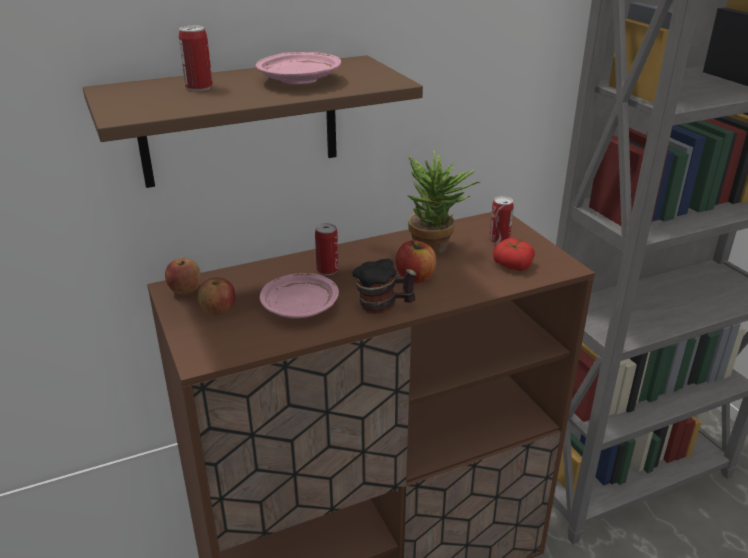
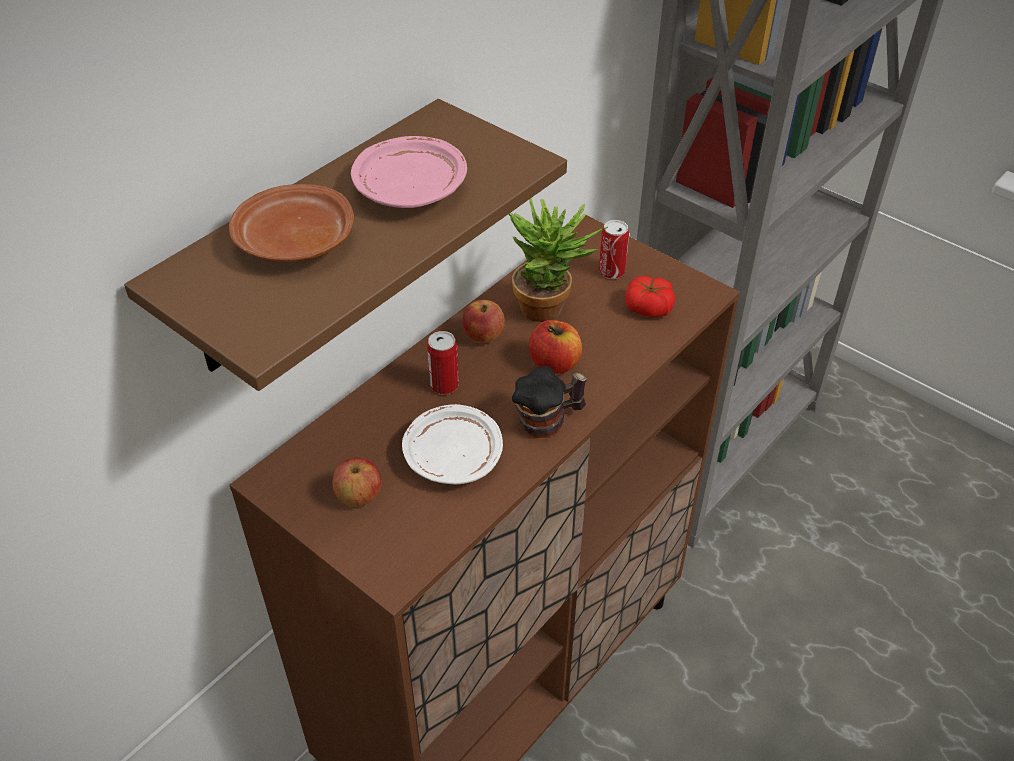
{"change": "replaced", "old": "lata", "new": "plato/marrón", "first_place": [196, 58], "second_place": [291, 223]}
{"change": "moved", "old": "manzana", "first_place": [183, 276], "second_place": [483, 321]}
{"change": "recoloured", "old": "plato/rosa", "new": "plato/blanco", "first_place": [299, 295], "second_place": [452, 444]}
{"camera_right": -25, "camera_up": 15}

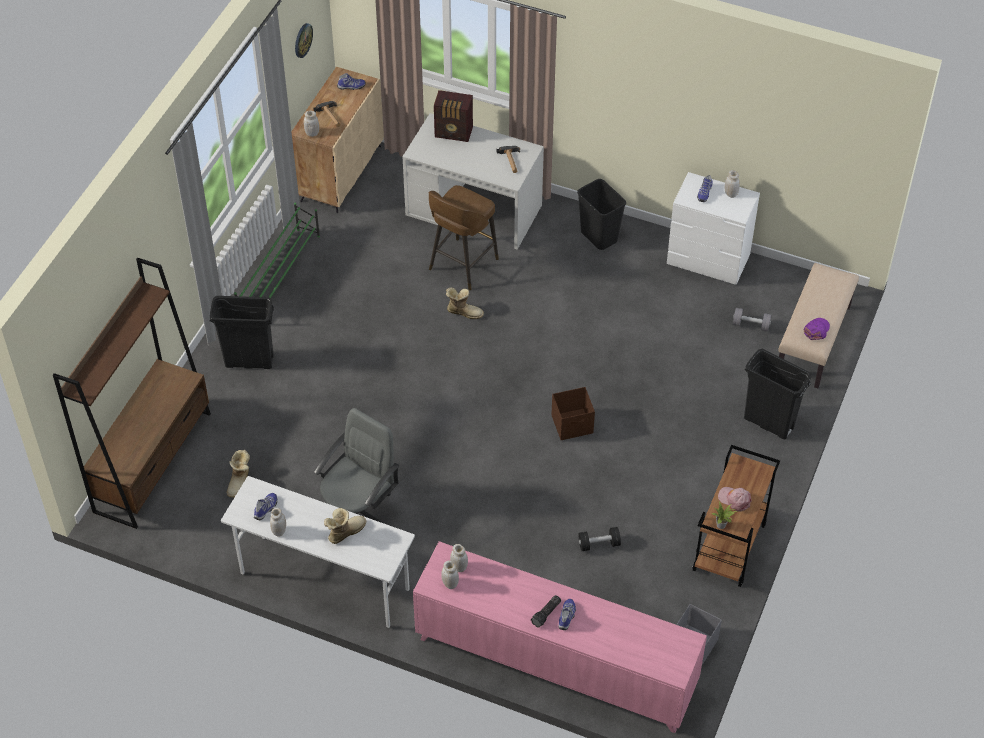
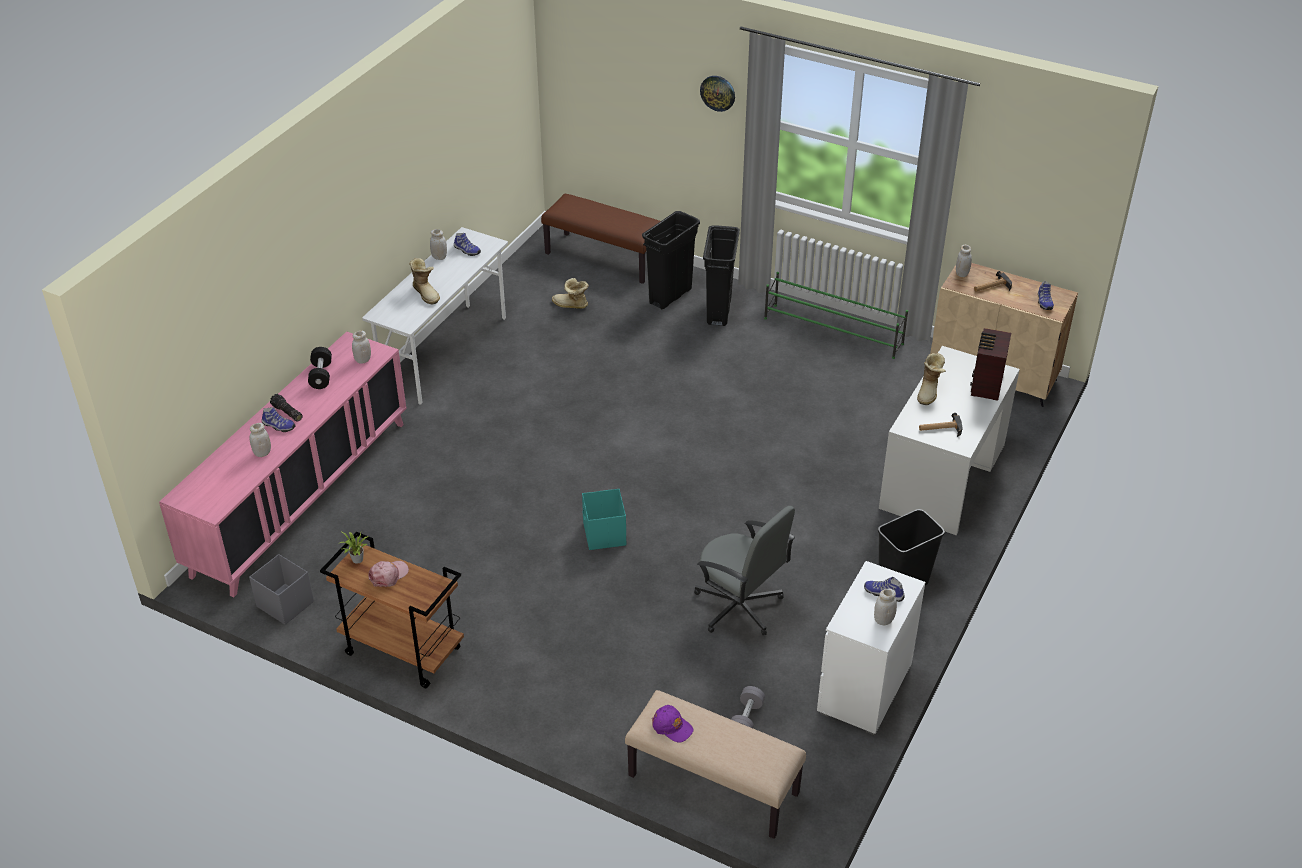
{"change": "moved", "old": "reloj de pared", "first_place": [304, 40], "second_place": [717, 94]}
{"change": "removed", "old": "taburete/marrón", "first_place": [464, 237]}
{"change": "replaced", "old": "estantería/marrón", "new": "banco/marrón", "first_place": [132, 393], "second_place": [600, 239]}
{"change": "moved", "old": "bota", "first_place": [465, 303], "second_place": [931, 379]}
{"change": "moved", "old": "papelera/negro", "first_place": [778, 394], "second_place": [671, 260]}
{"change": "recoloured", "old": "caja de almacenaje/marrón", "new": "caja de almacenaje/turquesa", "first_place": [573, 413], "second_place": [604, 519]}
{"change": "moved", "old": "silla de oficina/gris", "first_place": [356, 466], "second_place": [744, 570]}
{"change": "moved", "old": "mancuerna/negro", "first_place": [600, 539], "second_place": [320, 368]}
{"change": "moved", "old": "tarro/blanco", "first_place": [450, 575], "second_place": [260, 440]}
{"camera_right": 95, "camera_up": -10}

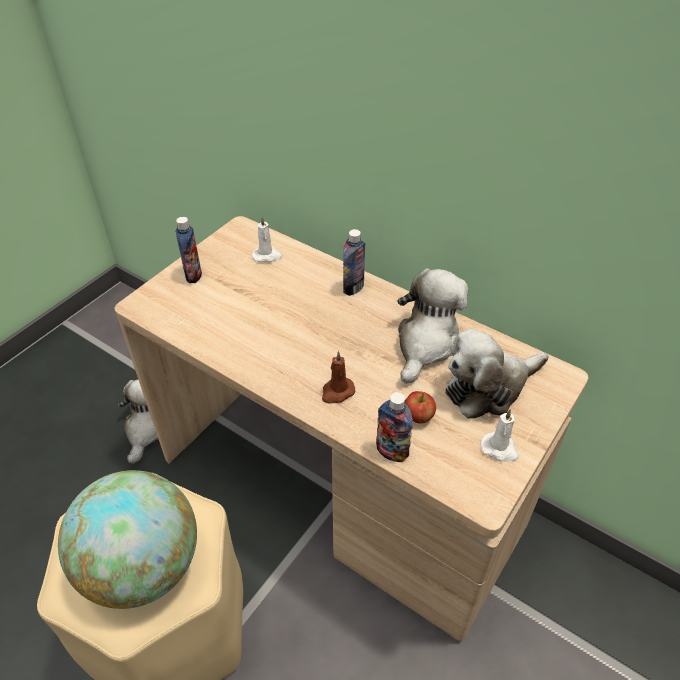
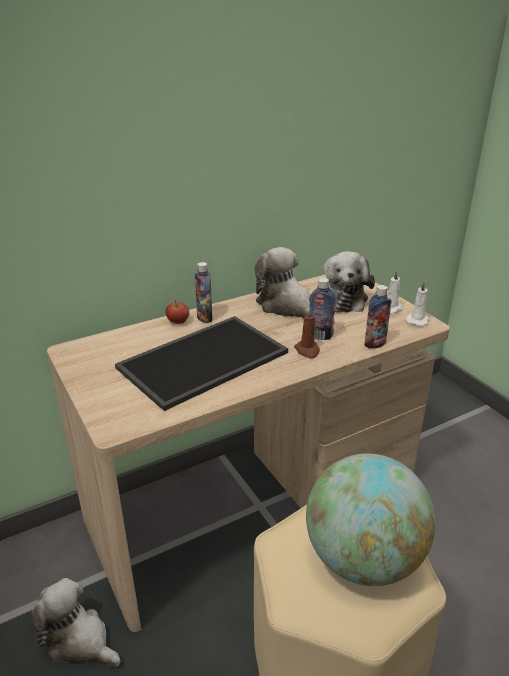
{"change": "moved", "old": "vela/blanco", "first_place": [267, 239], "second_place": [417, 304]}
{"change": "moved", "old": "botella", "first_place": [189, 250], "second_place": [322, 309]}
{"change": "moved", "old": "manzana", "first_place": [420, 407], "second_place": [177, 312]}
{"change": "added", "new": "bandeja", "second_place": [201, 363]}
{"camera_right": -65, "camera_up": -15}

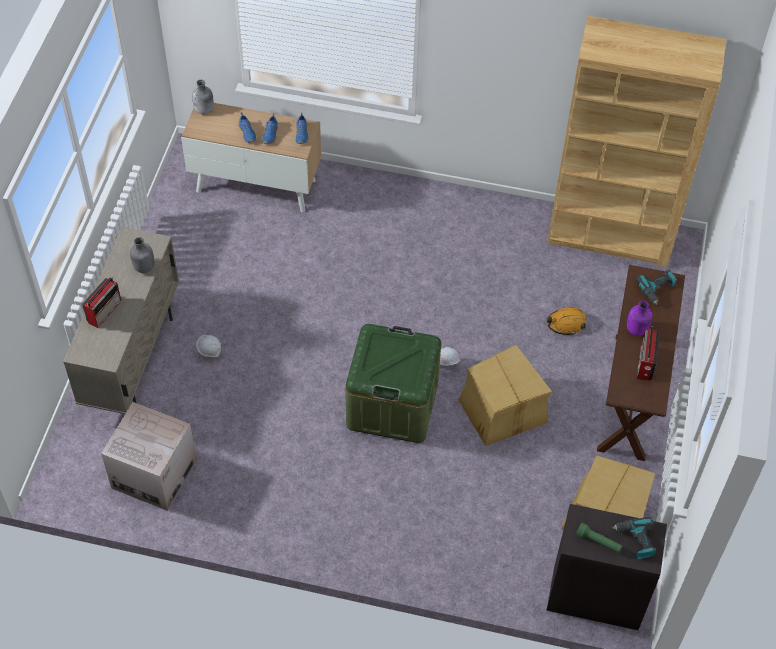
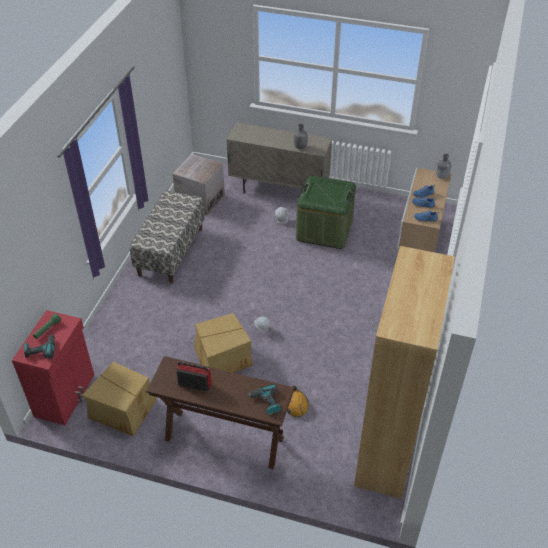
{"change": "removed", "old": "radio", "first_place": [101, 302]}
{"change": "removed", "old": "botella/morado", "first_place": [639, 318]}
{"change": "moved", "old": "caja de almacenaje/verde", "first_place": [393, 383], "second_place": [326, 212]}
{"change": "recoloured", "old": "armario/negro", "new": "armario/rojo", "first_place": [606, 567], "second_place": [53, 367]}
{"change": "added", "new": "banco", "second_place": [167, 237]}
{"camera_right": 95, "camera_up": -10}

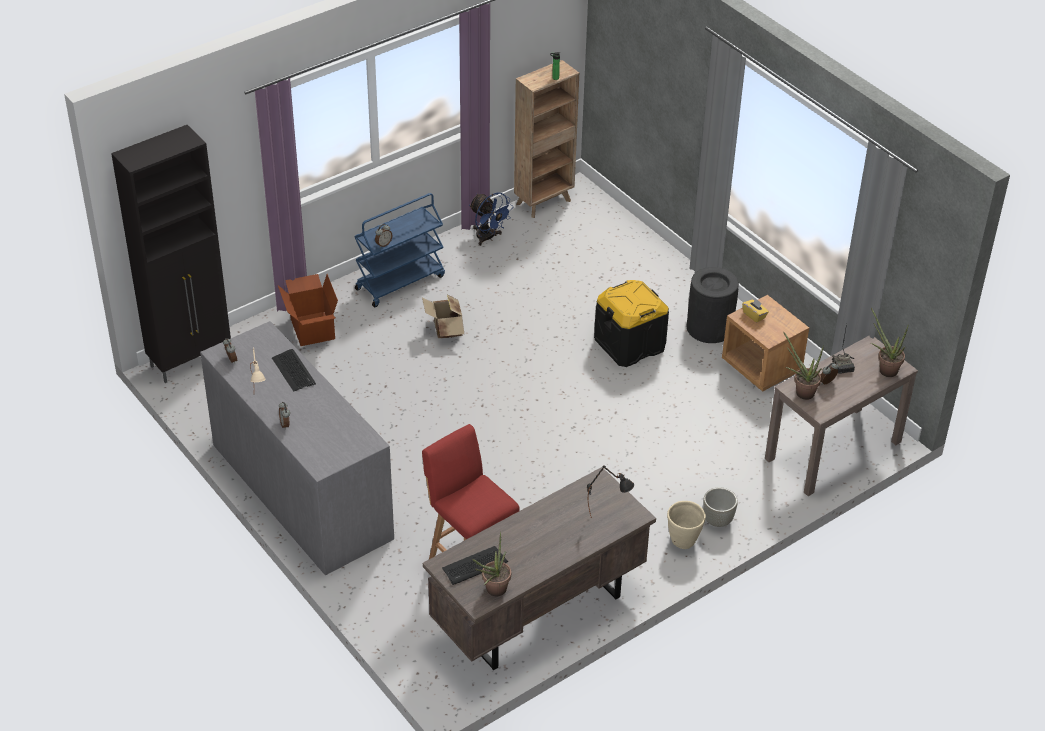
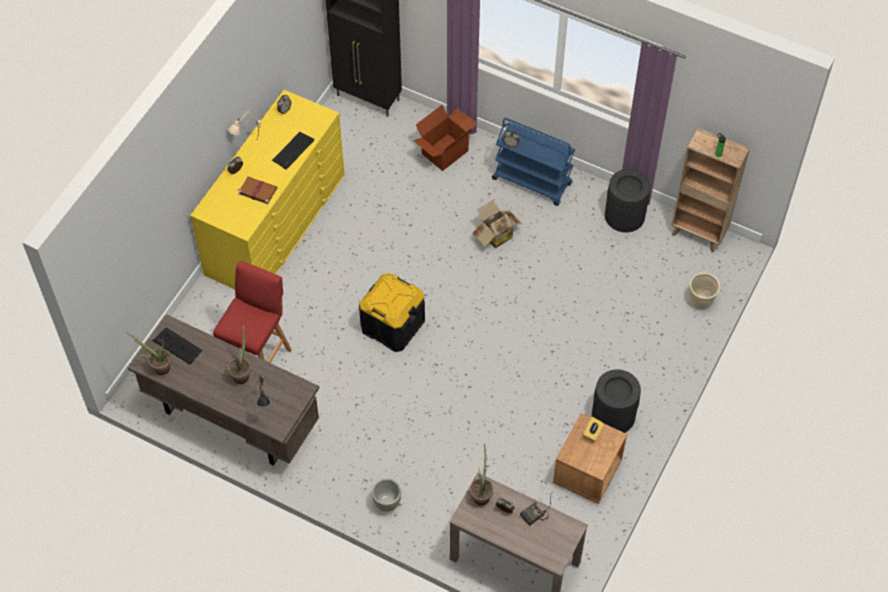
{"change": "replaced", "old": "ventilador/azul", "new": "papelera/negro", "first_place": [491, 219], "second_place": [627, 201]}
{"change": "moved", "old": "caja de almacenaje/negro", "first_place": [631, 323], "second_place": [392, 312]}
{"change": "moved", "old": "planta en maceta", "first_place": [890, 342], "second_place": [239, 353]}
{"change": "recoloured", "old": "cómoda/gris", "new": "cómoda/amarillo", "first_place": [297, 448], "second_place": [267, 189]}
{"change": "moved", "old": "maceta/beis", "first_place": [686, 525], "second_place": [705, 291]}
{"change": "added", "new": "libro/marrón", "second_place": [257, 191]}
{"camera_right": 65, "camera_up": 15}

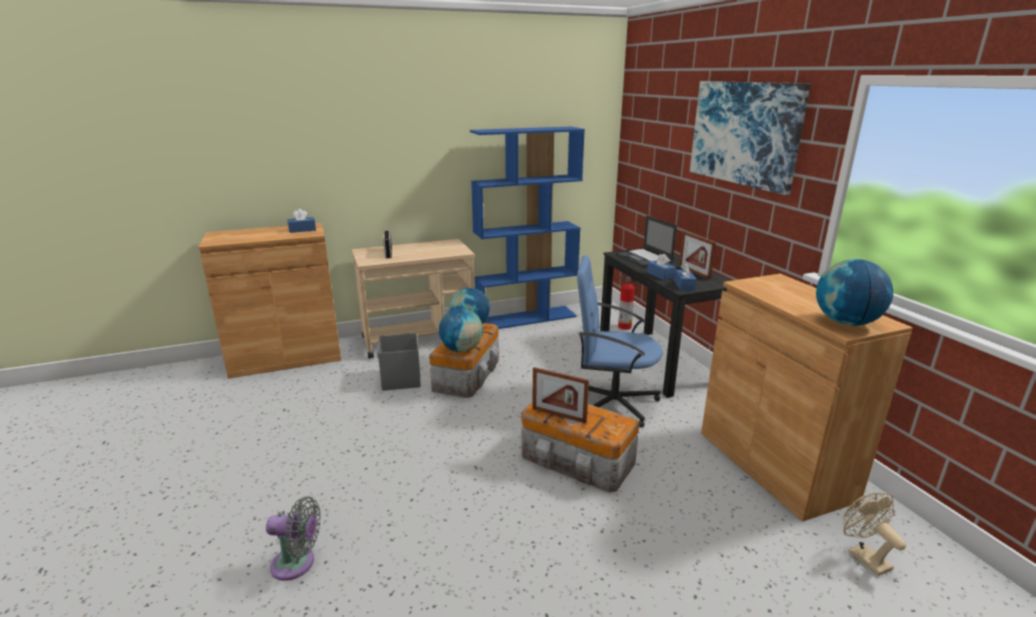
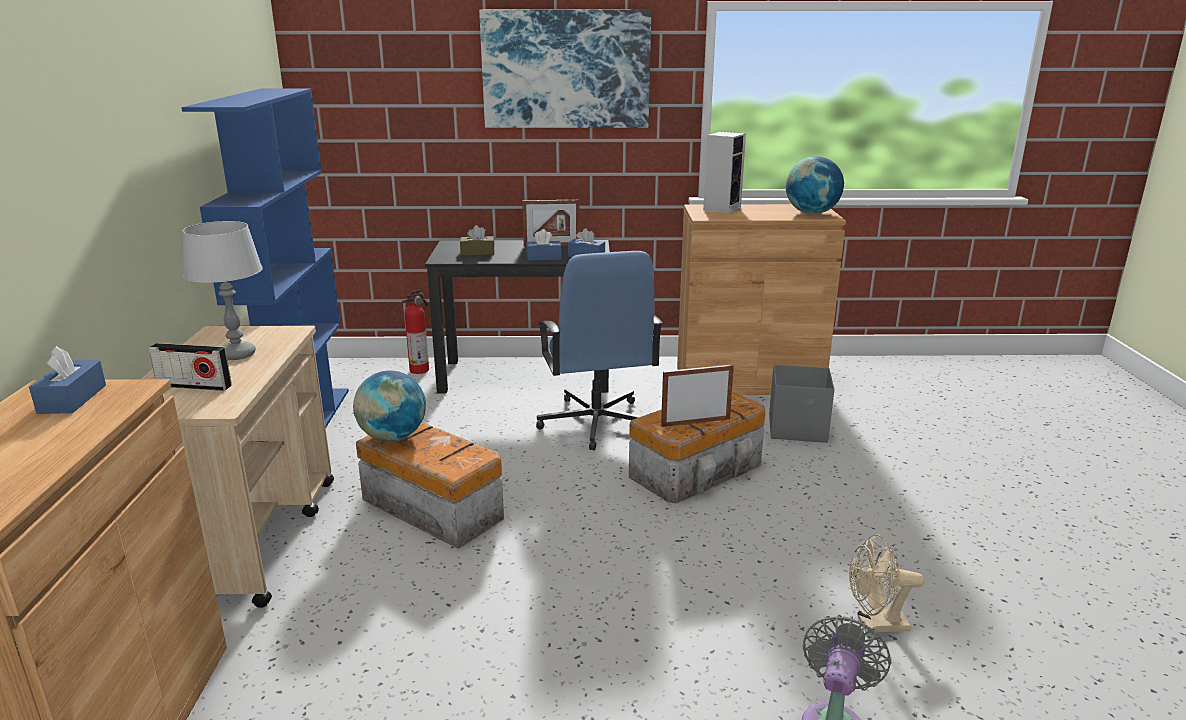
{"change": "replaced", "old": "portátil", "new": "caja de pañuelos/marrón", "first_place": [646, 241], "second_place": [477, 240]}
{"change": "turned", "old": "silla de oficina/azul", "first_place": [620, 341], "second_place": [599, 350], "degrees": -45}
{"change": "removed", "old": "globo terráqueo", "first_place": [461, 330]}
{"change": "moved", "old": "caja de almacenaje/gris", "first_place": [399, 362], "second_place": [802, 403]}
{"change": "turned", "old": "portarretratos", "first_place": [560, 395], "second_place": [697, 396], "degrees": -150}
{"change": "moved", "old": "ventilador/beis", "first_place": [874, 534], "second_place": [887, 583]}
{"change": "added", "new": "altavoz", "second_place": [724, 173]}
{"change": "added", "new": "lámpara de mesa/gris", "second_place": [222, 290]}
{"camera_right": -70, "camera_up": 0}

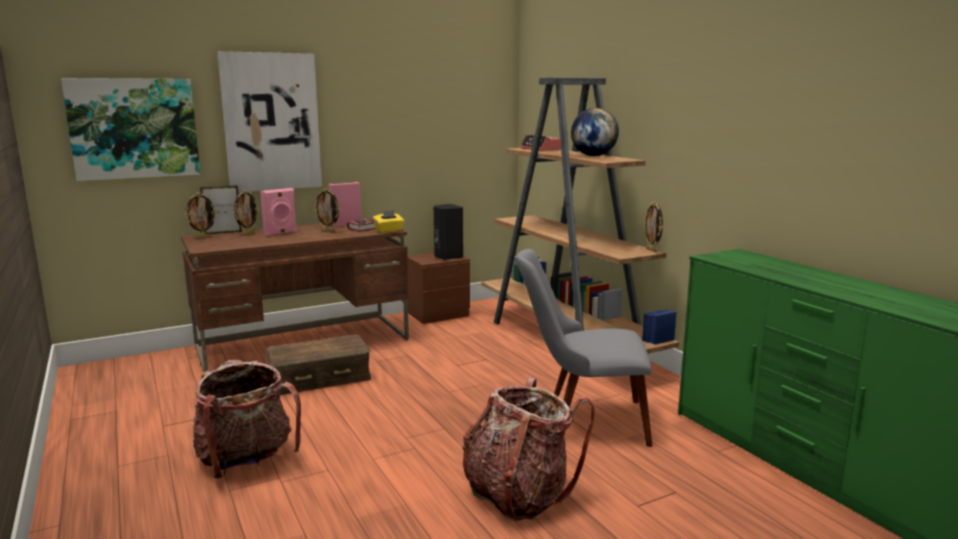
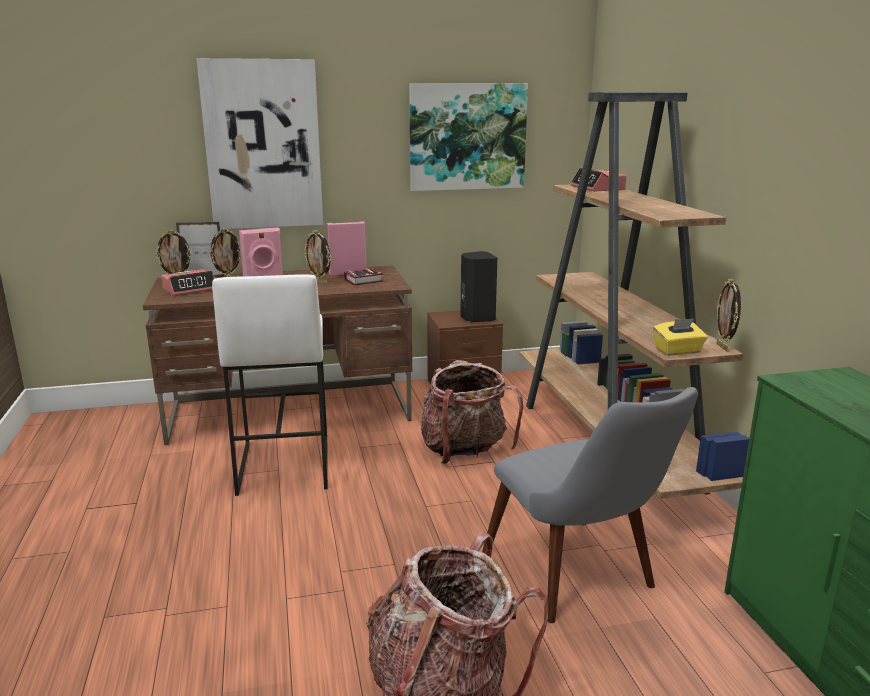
{"change": "moved", "old": "cuadro", "first_place": [131, 129], "second_place": [468, 137]}
{"change": "removed", "old": "globo terráqueo", "first_place": [595, 132]}
{"change": "moved", "old": "caja de pañuelos/amarillo", "first_place": [388, 221], "second_place": [680, 337]}
{"change": "turned", "old": "silla/gris", "first_place": [584, 348], "second_place": [590, 505], "degrees": -135}
{"change": "replaced", "old": "caja de almacenaje/marrón", "new": "taburete/blanco", "first_place": [318, 365], "second_place": [270, 385]}
{"change": "moved", "old": "mochila", "first_place": [247, 419], "second_place": [472, 412]}
{"change": "added", "new": "despertador", "second_place": [188, 282]}
{"camera_right": 15, "camera_up": 5}

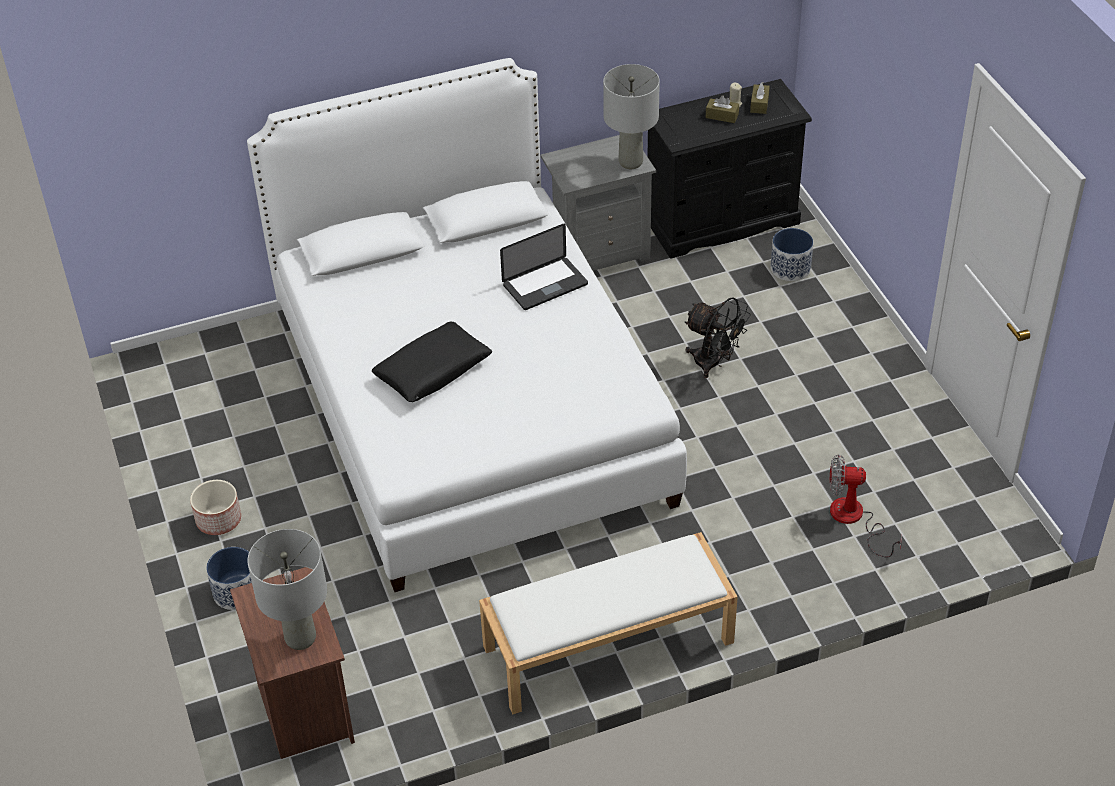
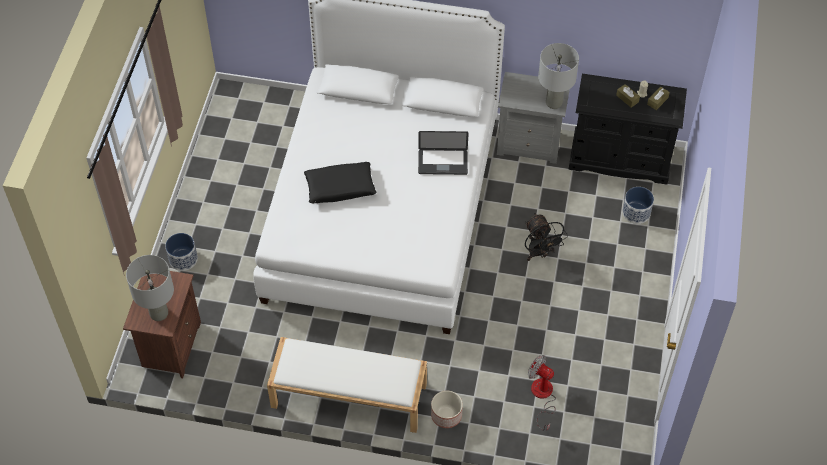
{"change": "moved", "old": "maceta", "first_place": [215, 507], "second_place": [447, 409]}
{"camera_right": 30, "camera_up": 10}

